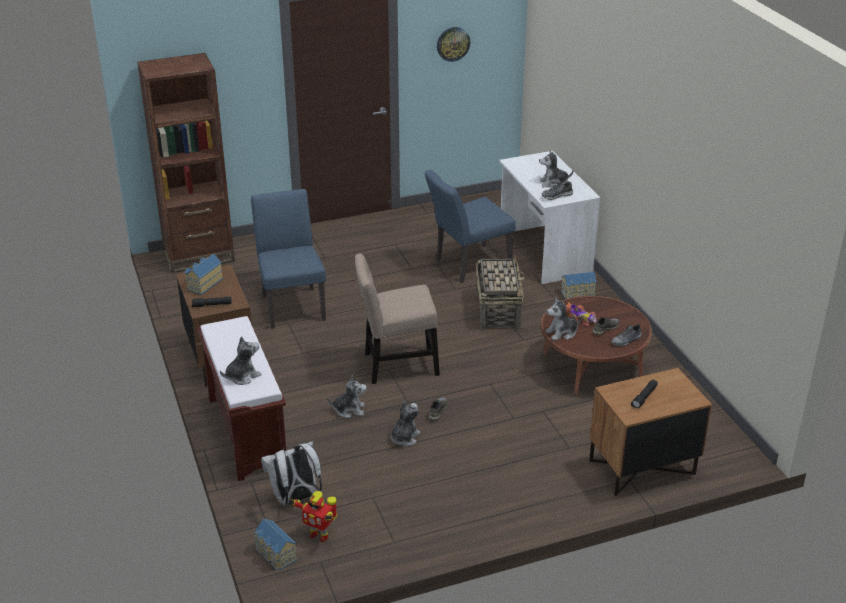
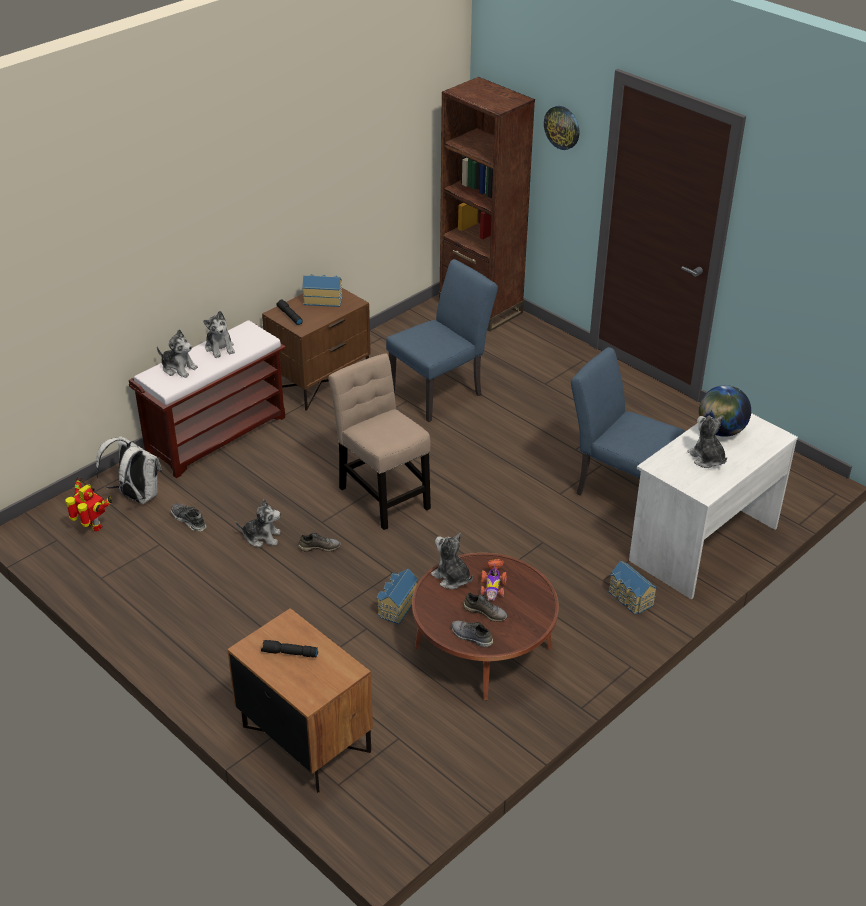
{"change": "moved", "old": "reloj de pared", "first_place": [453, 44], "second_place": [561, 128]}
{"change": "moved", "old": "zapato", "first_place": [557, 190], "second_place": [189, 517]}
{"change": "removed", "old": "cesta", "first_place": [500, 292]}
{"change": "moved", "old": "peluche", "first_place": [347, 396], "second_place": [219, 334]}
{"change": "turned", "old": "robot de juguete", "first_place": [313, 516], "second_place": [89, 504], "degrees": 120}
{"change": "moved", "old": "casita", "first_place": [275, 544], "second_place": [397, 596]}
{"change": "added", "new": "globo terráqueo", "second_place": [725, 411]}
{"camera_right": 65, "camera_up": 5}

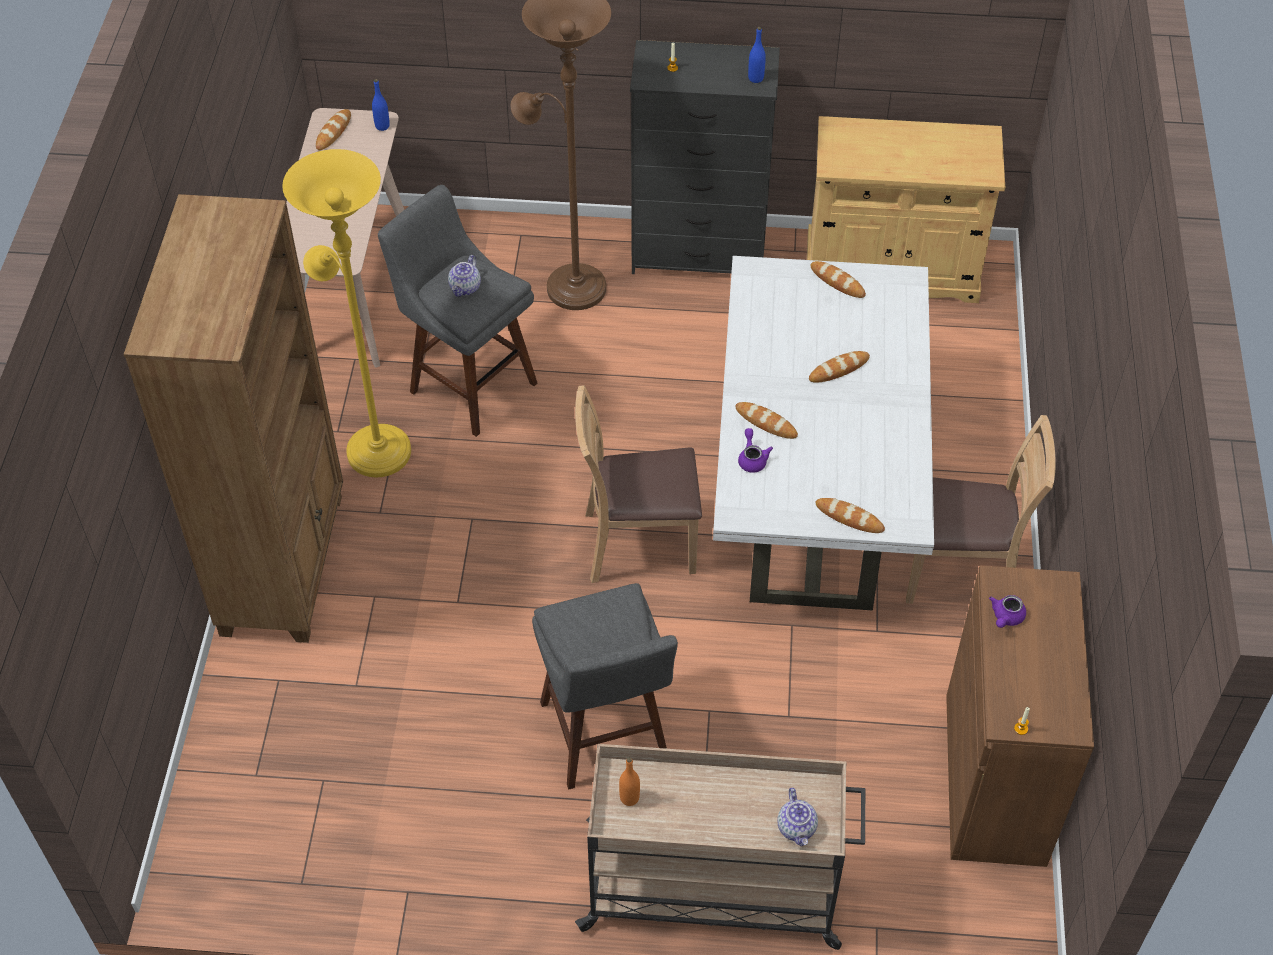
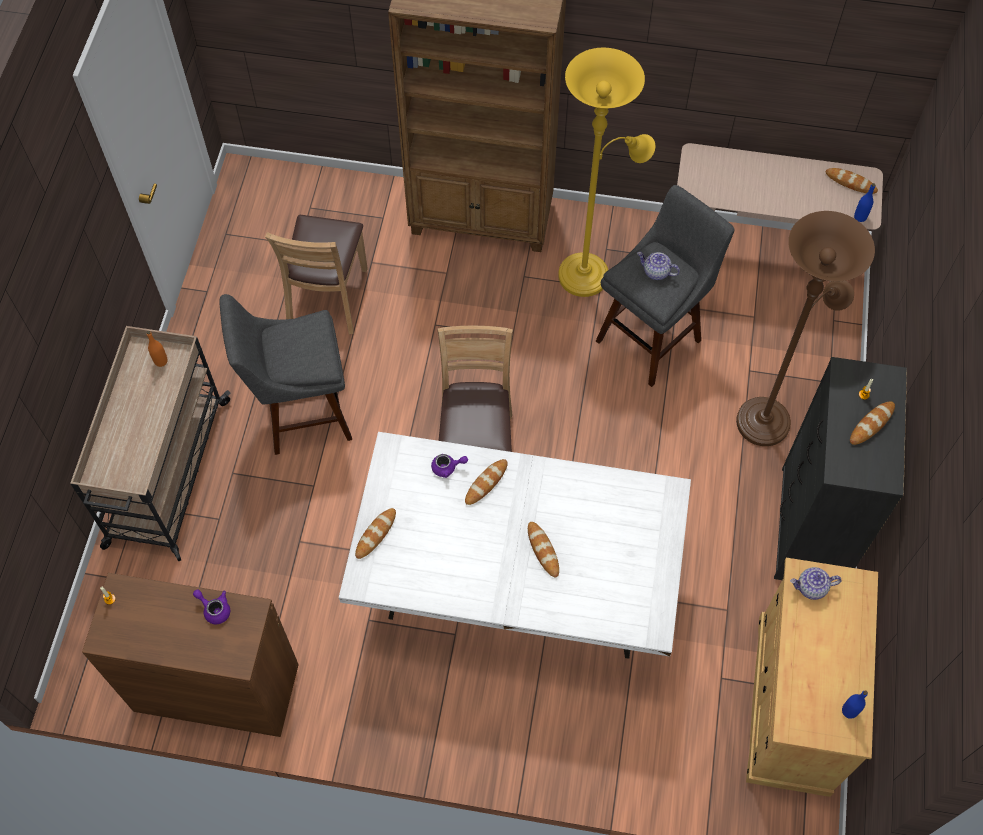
{"change": "moved", "old": "botella/azul", "first_place": [757, 55], "second_place": [855, 705]}
{"change": "moved", "old": "pan", "first_place": [838, 279], "second_place": [872, 423]}
{"change": "moved", "old": "silla/marrón", "first_place": [981, 509], "second_place": [316, 274]}
{"change": "moved", "old": "tetera", "first_place": [797, 817], "second_place": [815, 583]}
{"camera_right": 95, "camera_up": 10}

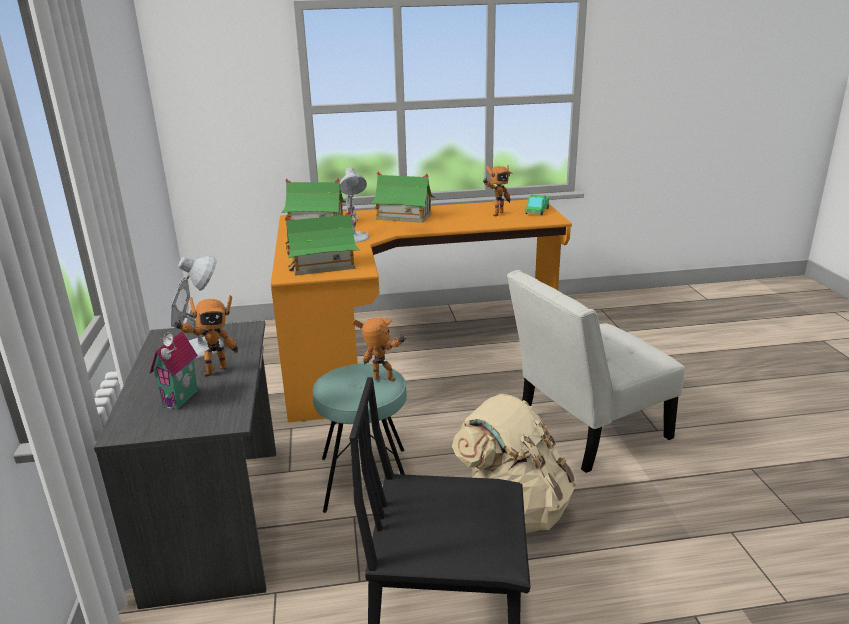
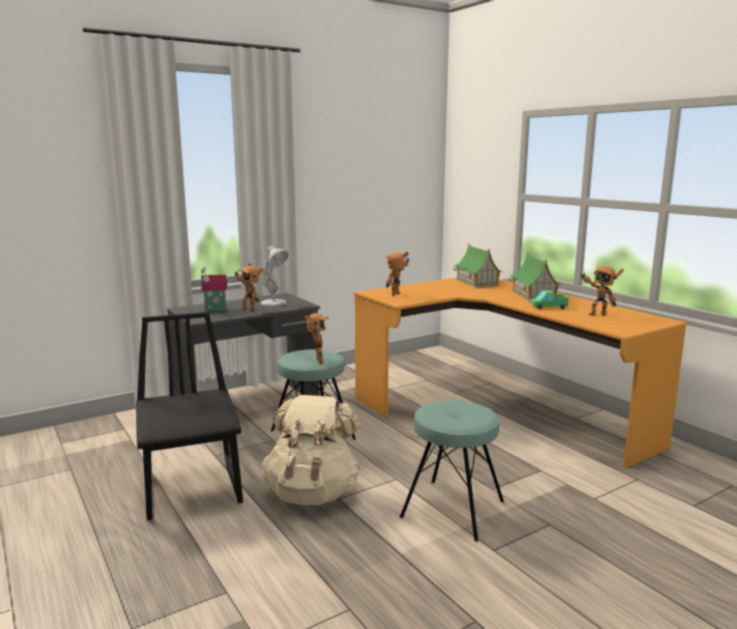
{"change": "removed", "old": "lámpara de mesa/blanco", "first_place": [355, 205]}
{"change": "moved", "old": "camión de juguete", "first_place": [537, 205], "second_place": [549, 299]}
{"change": "replaced", "old": "casita", "new": "robot de juguete", "first_place": [322, 243], "second_place": [397, 274]}
{"change": "replaced", "old": "silla/blanco", "new": "taburete/turquesa", "first_place": [596, 371], "second_place": [452, 471]}
{"camera_right": 65, "camera_up": -10}

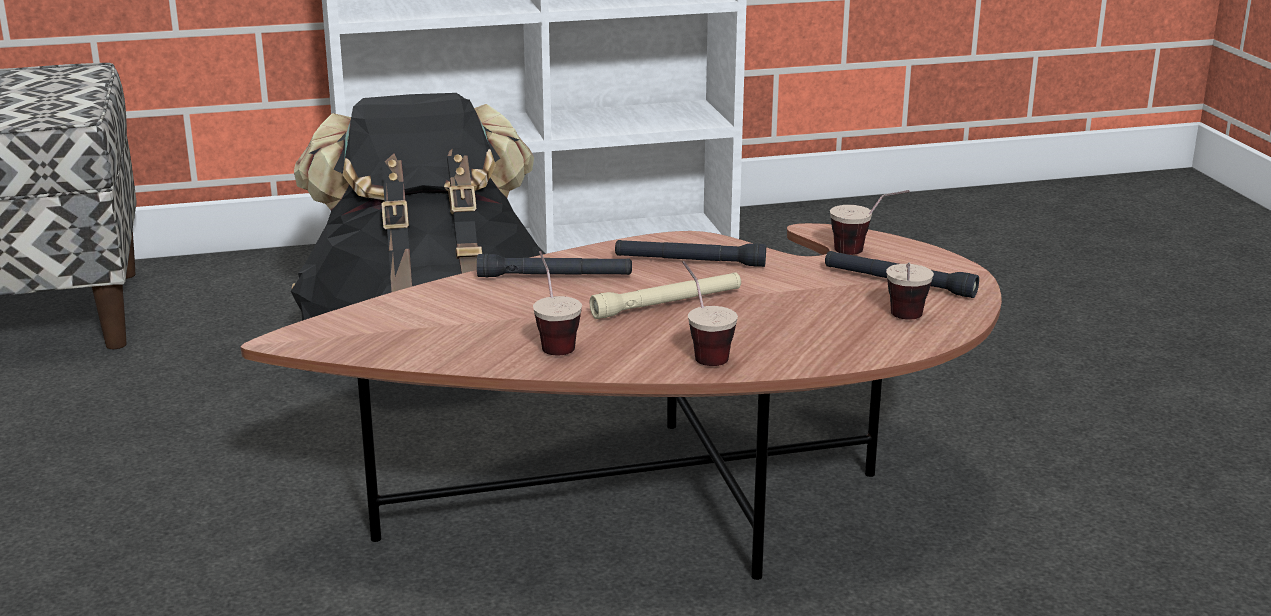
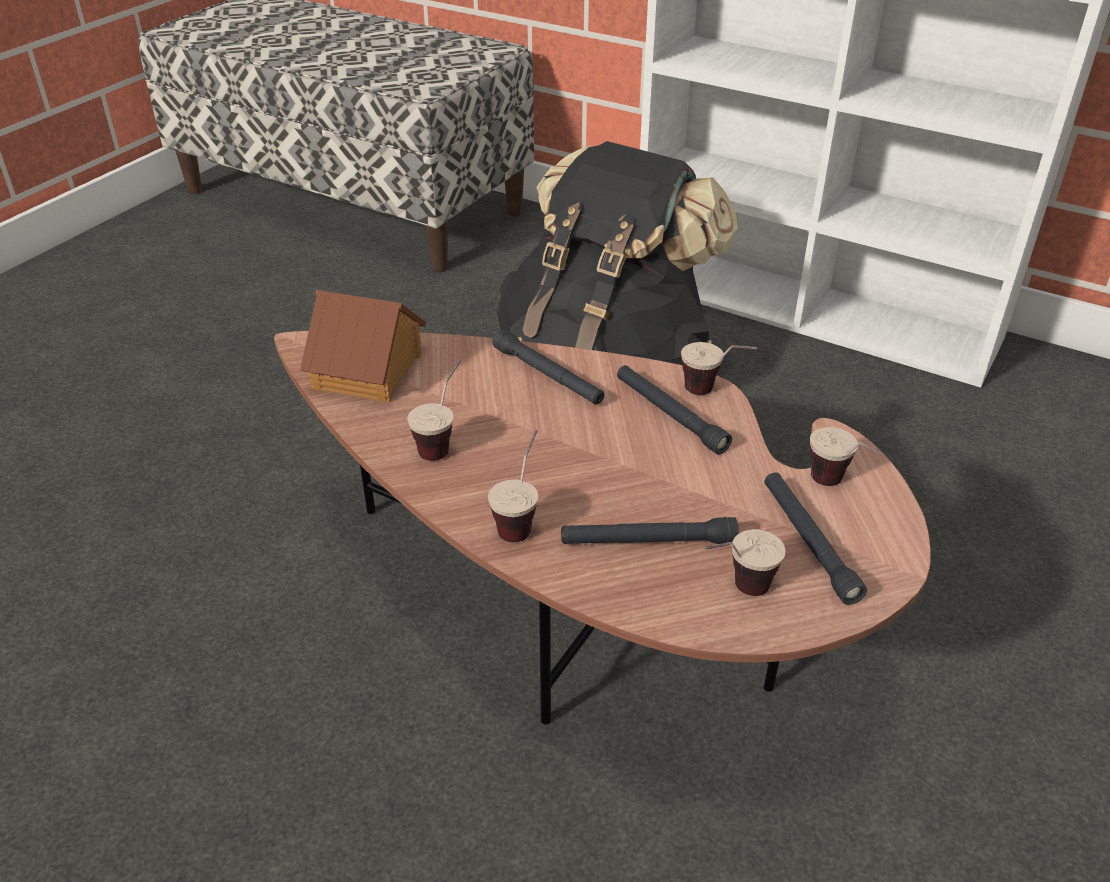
{"change": "removed", "old": "linterna/beis", "first_place": [665, 295]}
{"change": "added", "new": "casita", "second_place": [363, 346]}
{"change": "added", "new": "taza", "second_place": [719, 368]}
{"change": "added", "new": "linterna/negro", "second_place": [650, 530]}
{"camera_right": 45, "camera_up": 15}

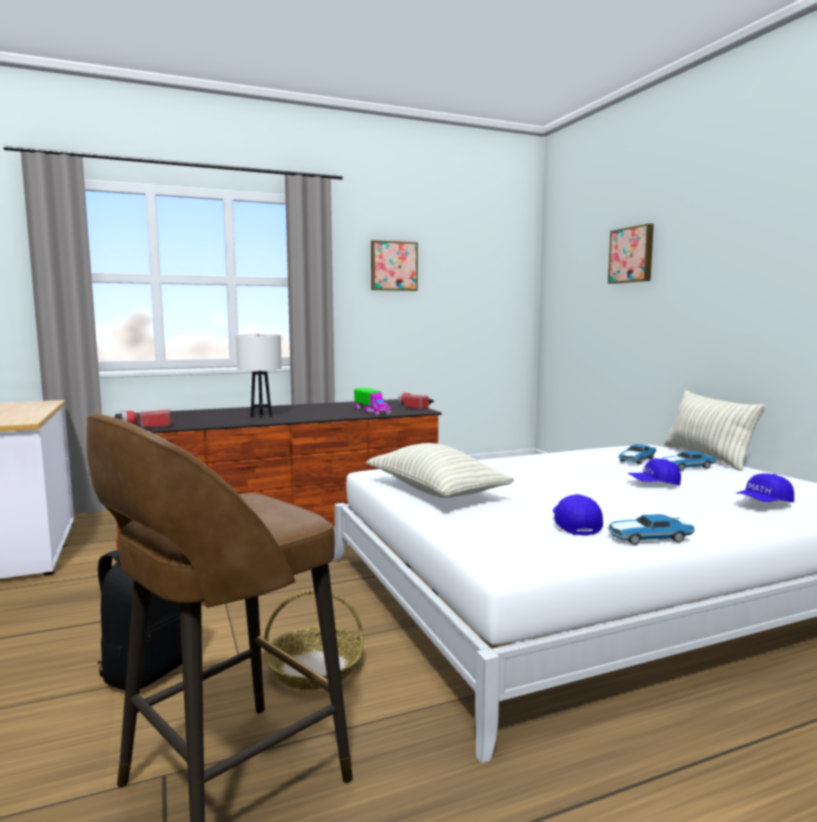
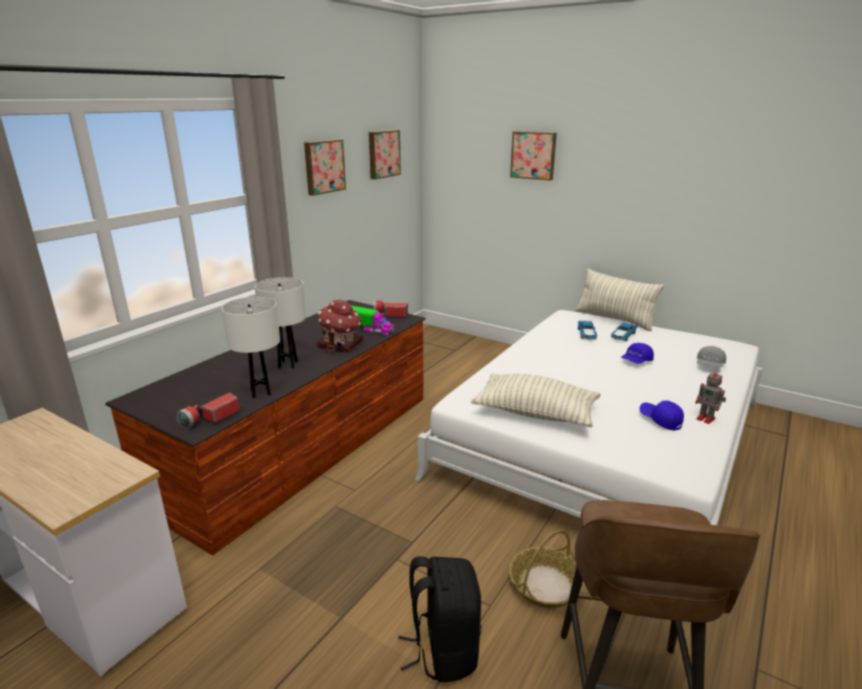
{"change": "recoloured", "old": "gorra/azul", "new": "gorra/gris", "first_place": [764, 487], "second_place": [711, 357]}
{"change": "replaced", "old": "coche de juguete", "new": "robot de juguete", "first_place": [651, 529], "second_place": [710, 396]}
{"change": "added", "new": "cuadro", "second_place": [385, 154]}
{"change": "added", "new": "lámpara de mesa/blanco", "second_place": [250, 347]}
{"change": "added", "new": "casita", "second_place": [340, 326]}
{"camera_right": -35, "camera_up": 15}

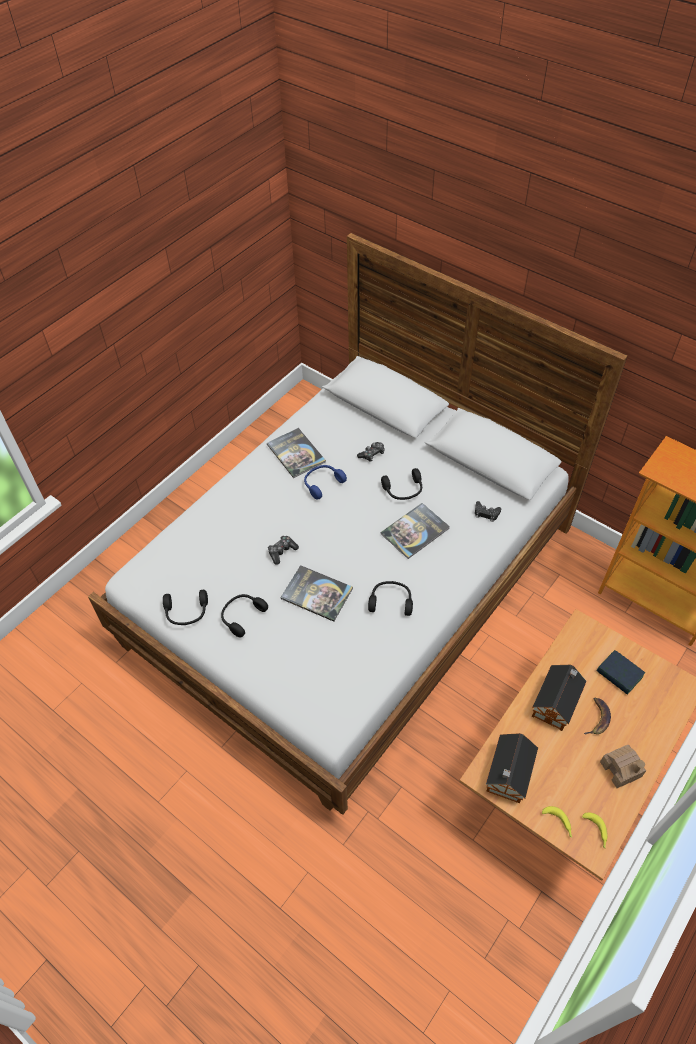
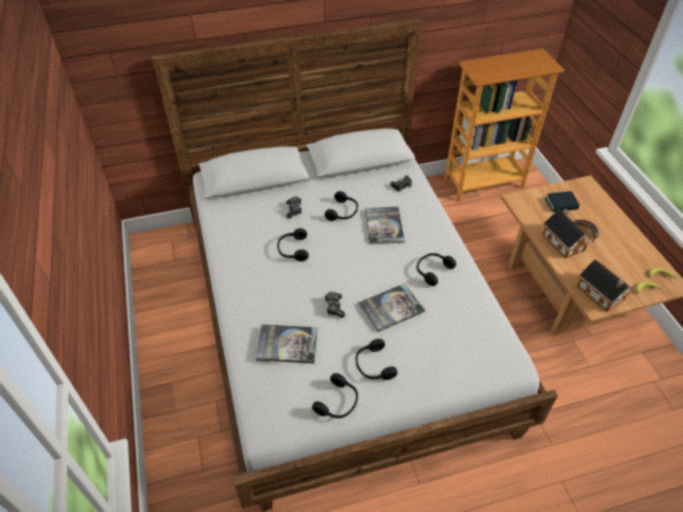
{"change": "moved", "old": "libro", "first_place": [296, 453], "second_place": [287, 343]}
{"change": "recoloured", "old": "auriculares/azul", "new": "auriculares/negro", "first_place": [325, 482], "second_place": [293, 244]}
{"change": "removed", "old": "casita", "first_place": [623, 766]}
{"camera_right": -55, "camera_up": -5}

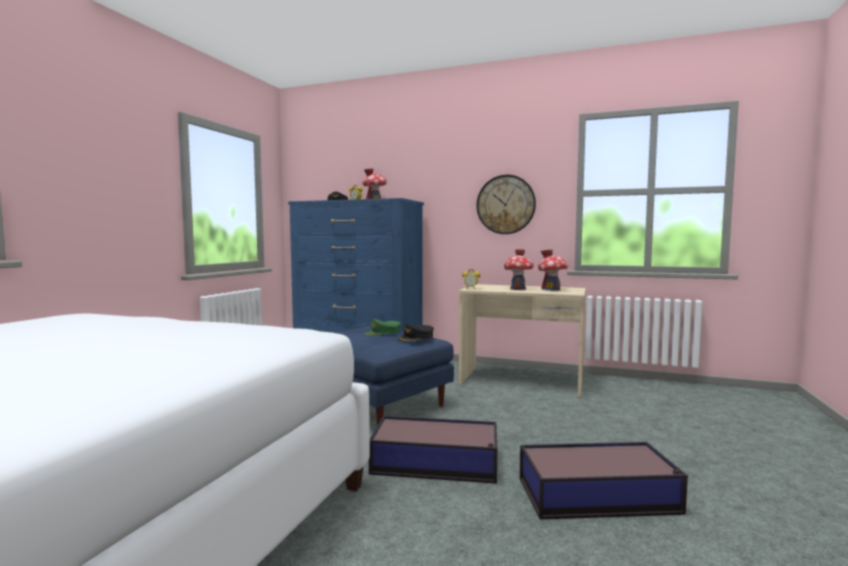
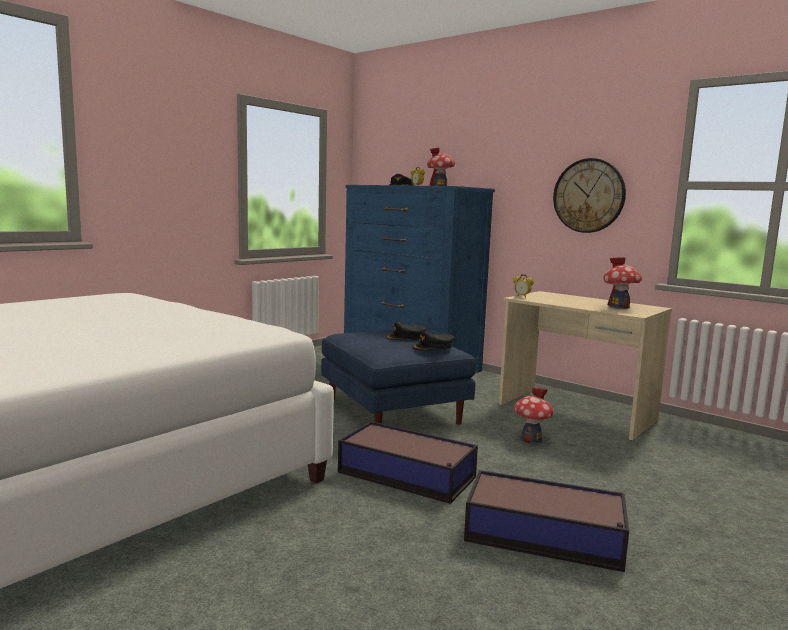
{"change": "moved", "old": "casita", "first_place": [519, 270], "second_place": [534, 415]}
{"change": "recoloured", "old": "gorra/verde", "new": "gorra/negro", "first_place": [383, 327], "second_place": [405, 331]}
{"camera_right": 20, "camera_up": 5}

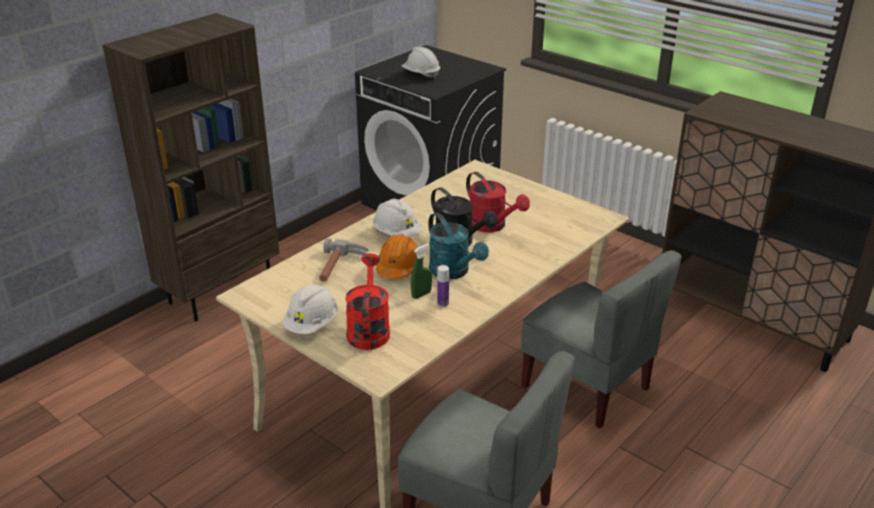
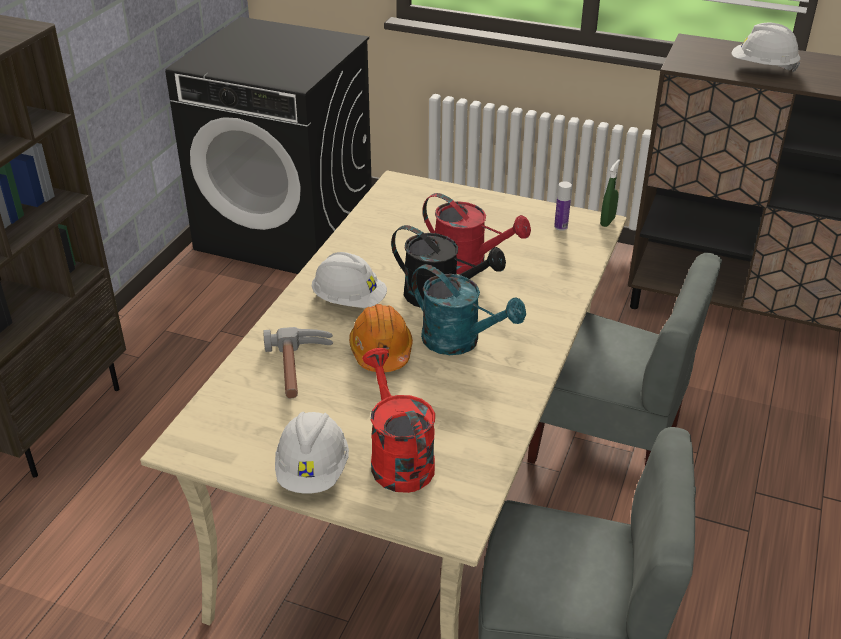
{"change": "moved", "old": "casco/blanco", "first_place": [421, 63], "second_place": [766, 47]}
{"change": "moved", "old": "pulverizador/verde", "first_place": [421, 271], "second_place": [610, 193]}
{"change": "moved", "old": "botella", "first_place": [443, 286], "second_place": [563, 206]}
{"camera_right": -20, "camera_up": 5}

